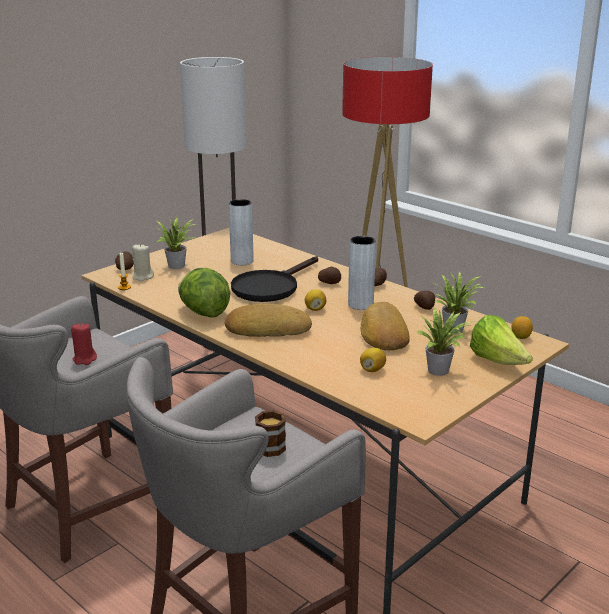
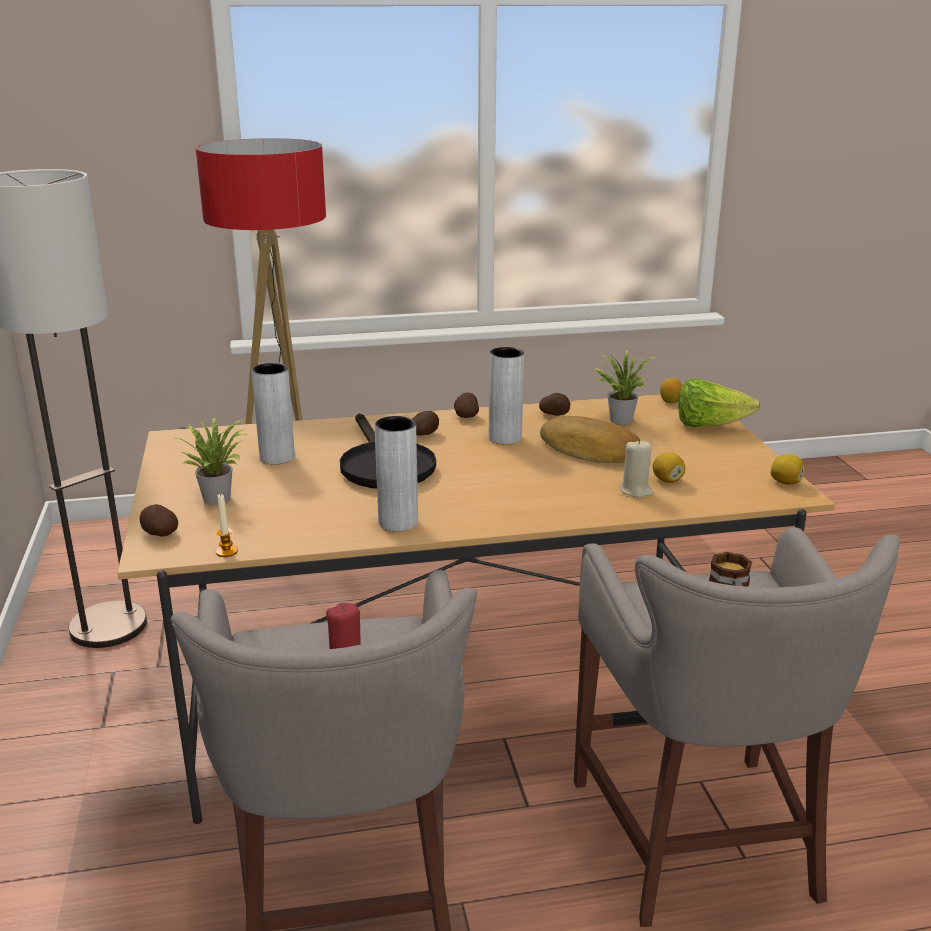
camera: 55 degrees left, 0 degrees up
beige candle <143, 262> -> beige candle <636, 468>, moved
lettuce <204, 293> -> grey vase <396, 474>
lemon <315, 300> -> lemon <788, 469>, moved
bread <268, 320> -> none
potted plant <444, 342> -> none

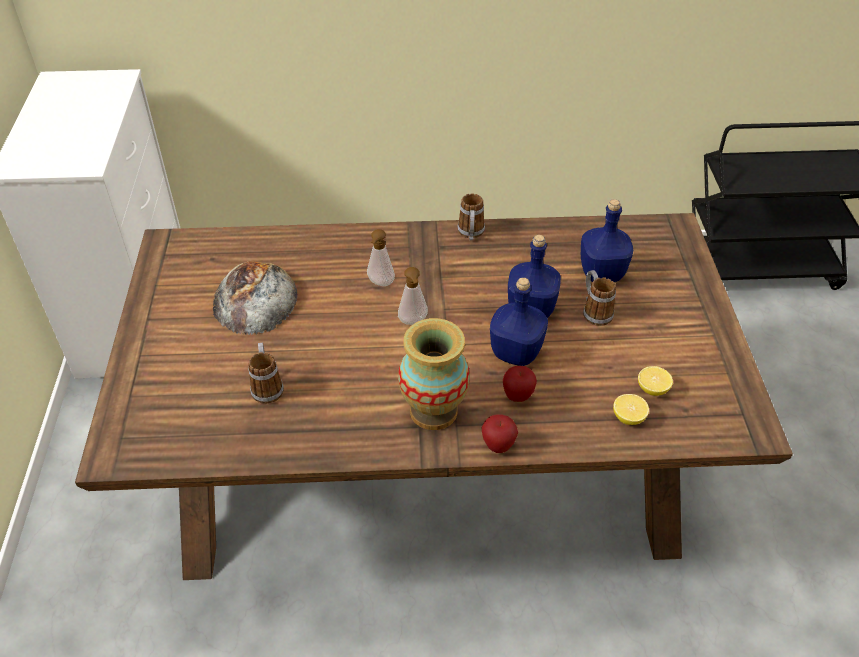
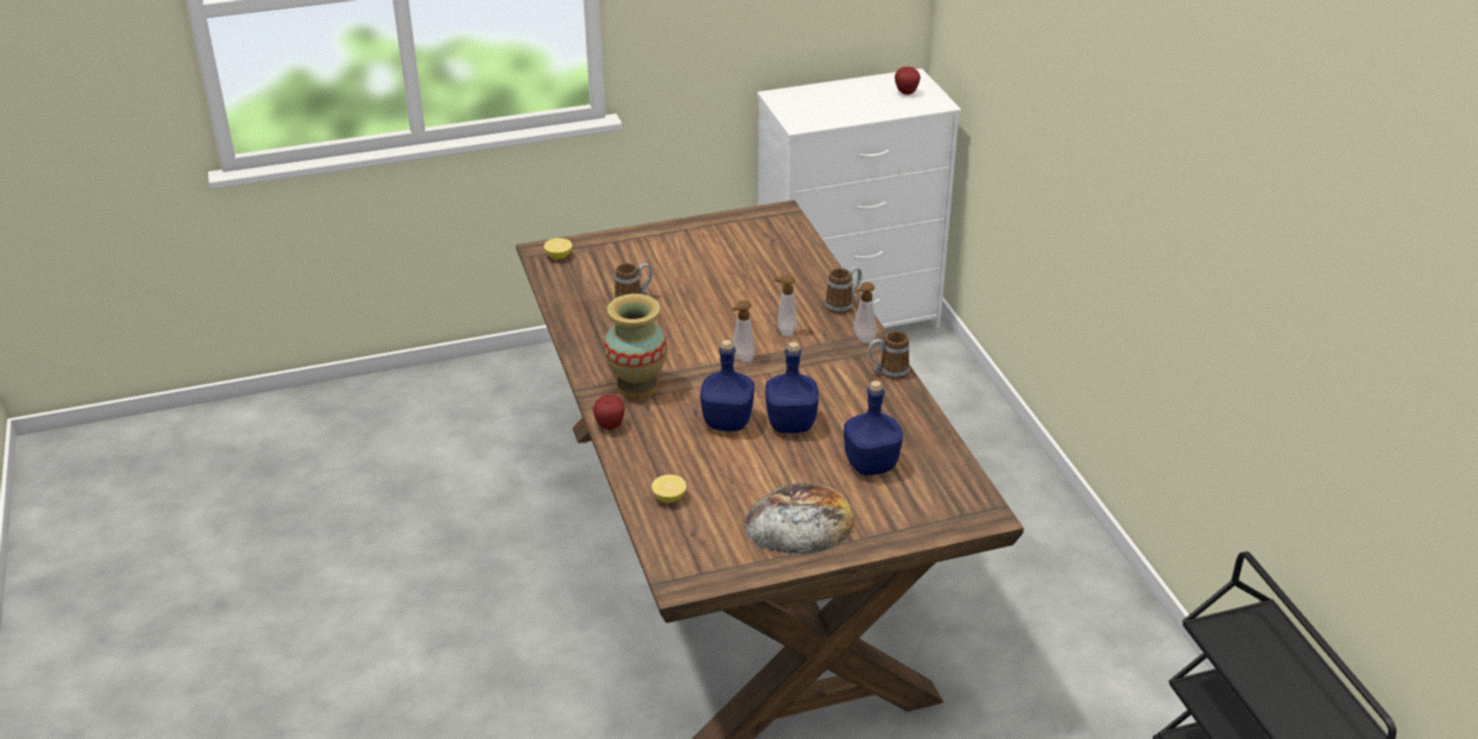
camera: 75 degrees right, 10 degrees down
bread <255, 298> -> bread <799, 518>, moved
mug <599, 298> -> mug <843, 290>, moved
apple <520, 384> -> apple <908, 81>, moved
lemon <655, 381> -> lemon <558, 249>, moved
none -> soap dispenser <865, 312>

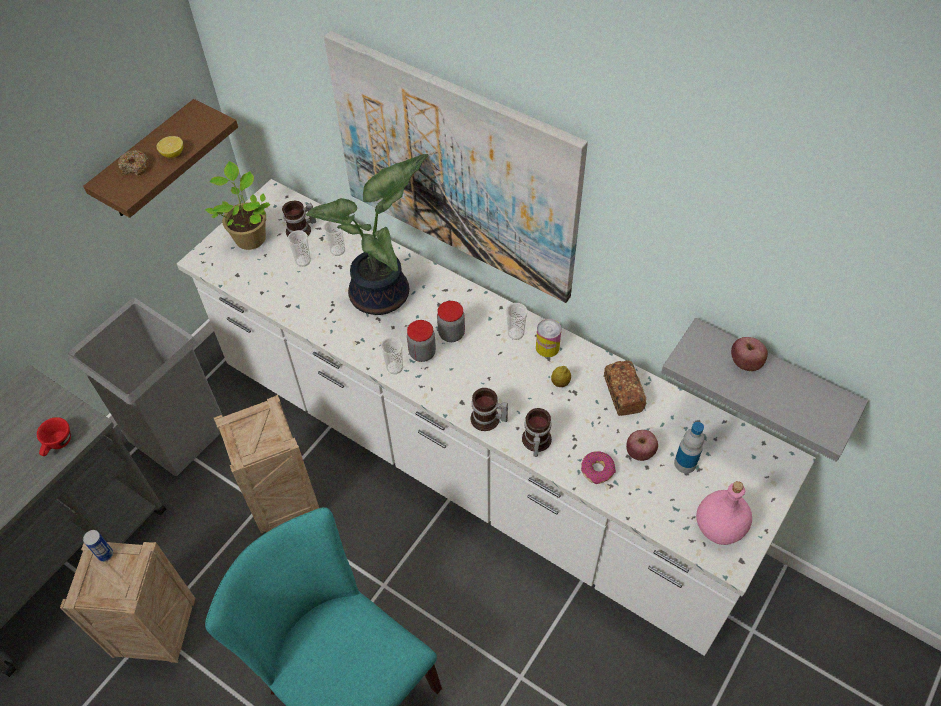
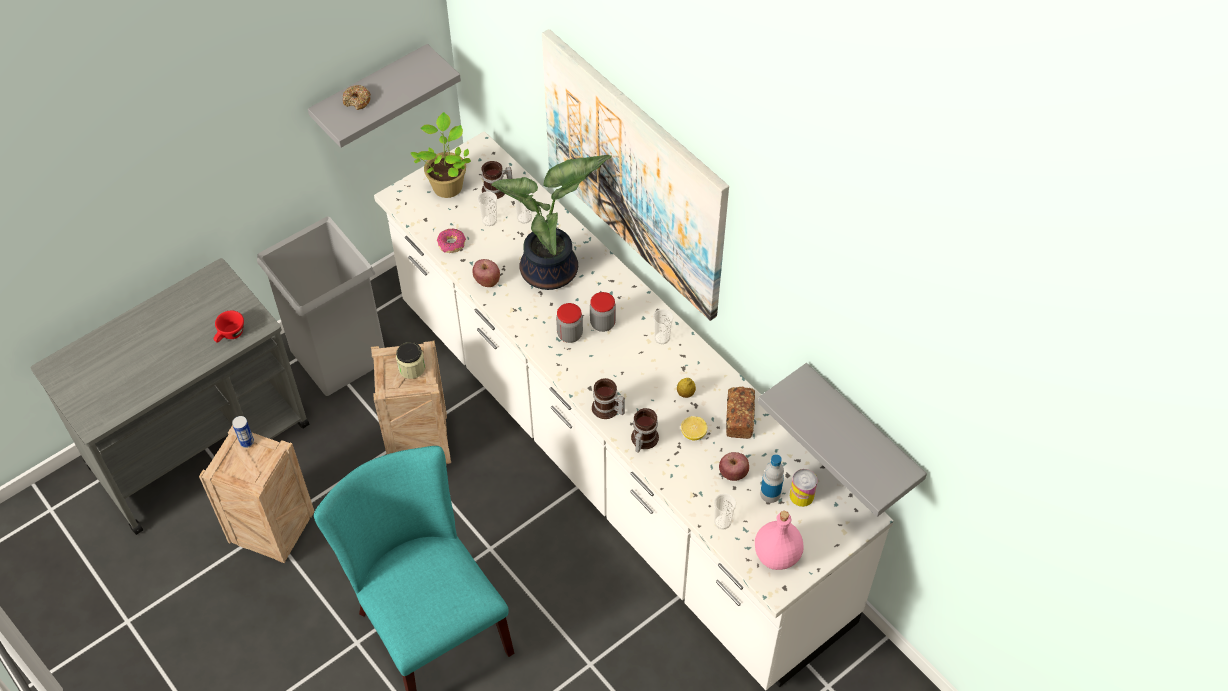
camera: 15 degrees right, 0 degrees up
brown shelf <160, 158> -> grey shelf <384, 96>
lemon <169, 147> -> lemon <694, 428>, moved
can <548, 338> -> can <804, 488>, moved
cup <392, 355> -> cup <725, 512>, moved
apple <749, 354> -> apple <486, 273>, moved
donut <598, 467> -> donut <451, 241>, moved
none -> jar <410, 360>

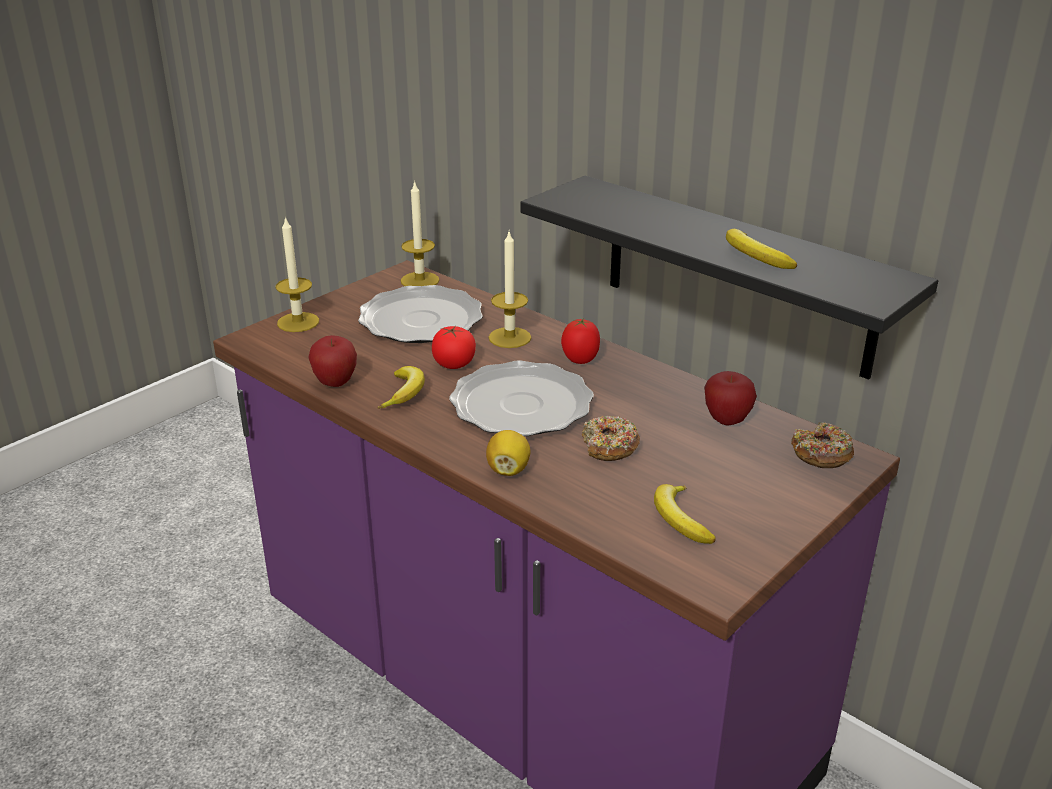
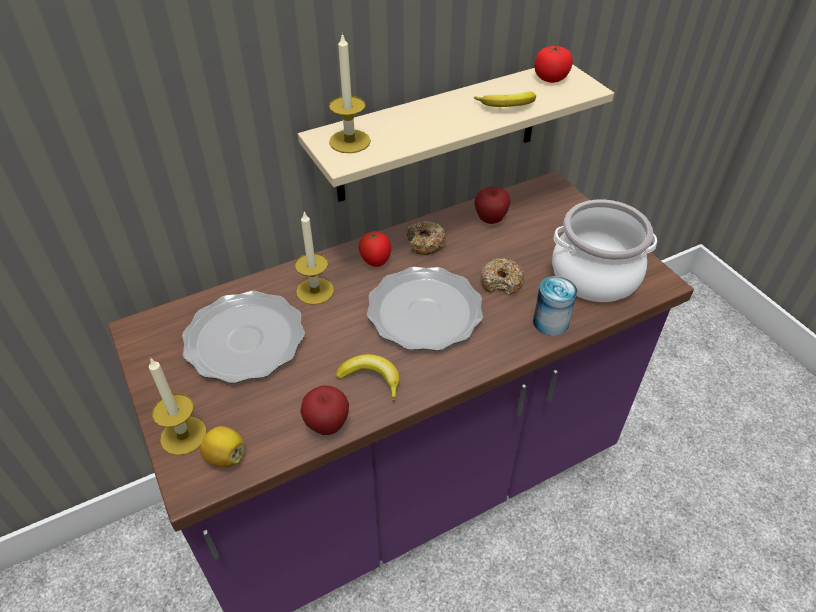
camera: 70 degrees left, 15 degrees up
black shelf <729, 278> -> beige shelf <456, 133>
candle <420, 233> -> candle <350, 92>, moved
tomato <454, 347> -> tomato <553, 64>, moved
donut <822, 445> -> donut <427, 238>, moved
lemon <508, 453> -> lemon <222, 446>, moved
banana <685, 514> -> cooking pot <604, 250>
none -> can <555, 306>

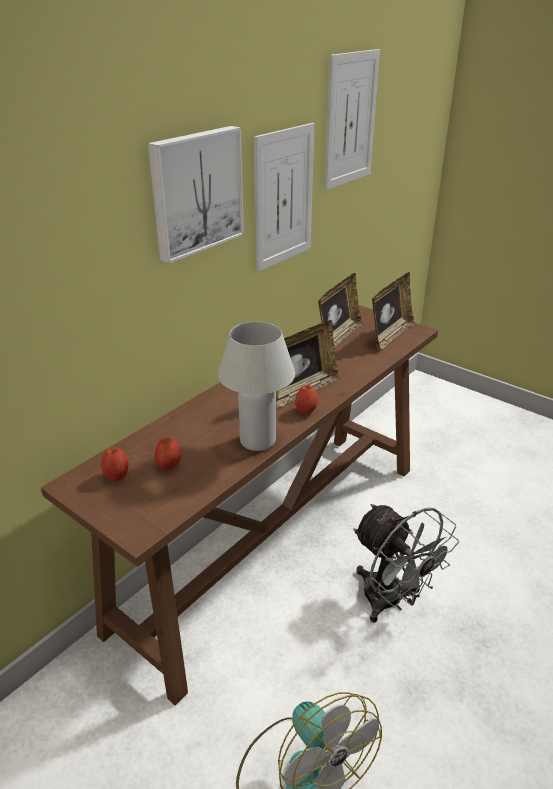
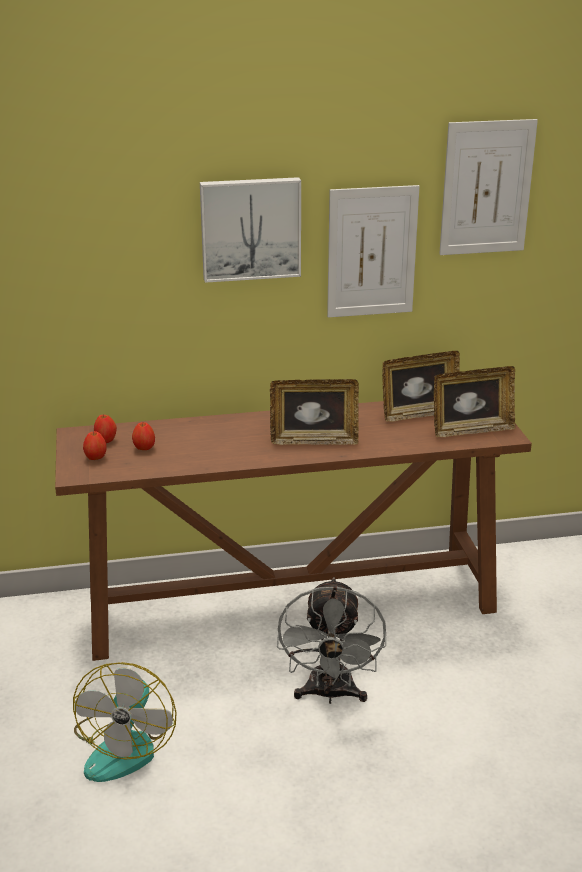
camera: 40 degrees right, 5 degrees down
white table lamp <256, 386> -> none
apple <306, 399> -> apple <95, 445>, moved

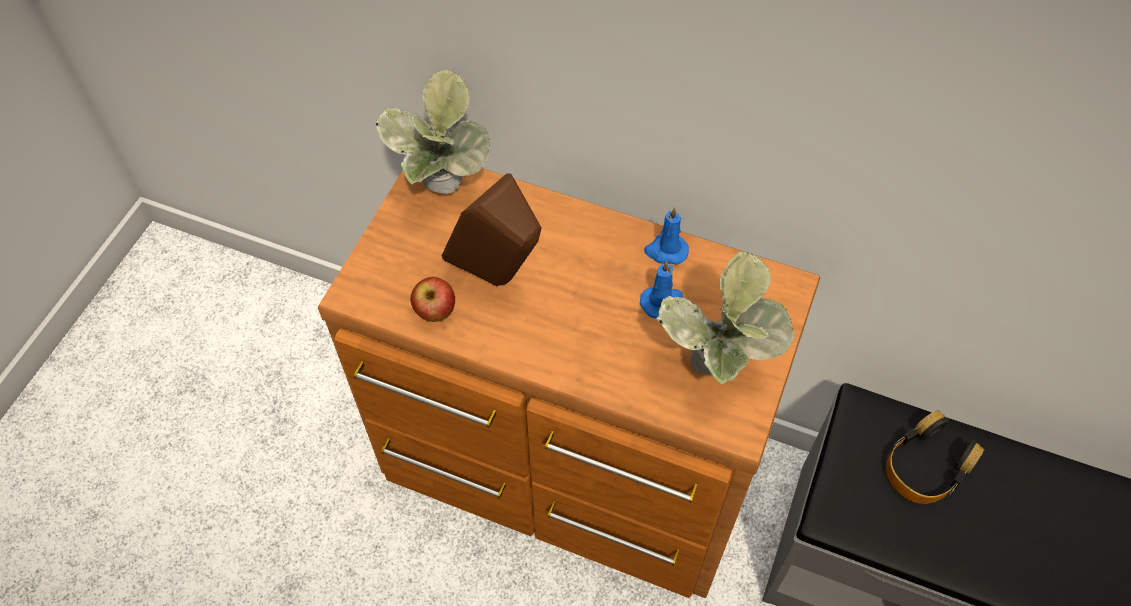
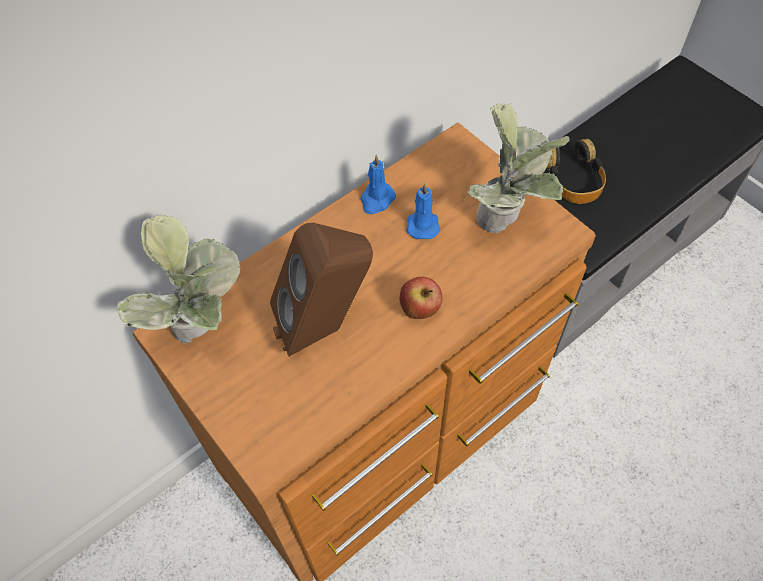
camera: 60 degrees left, 0 degrees up
apple <432, 299> -> apple <421, 298>, moved

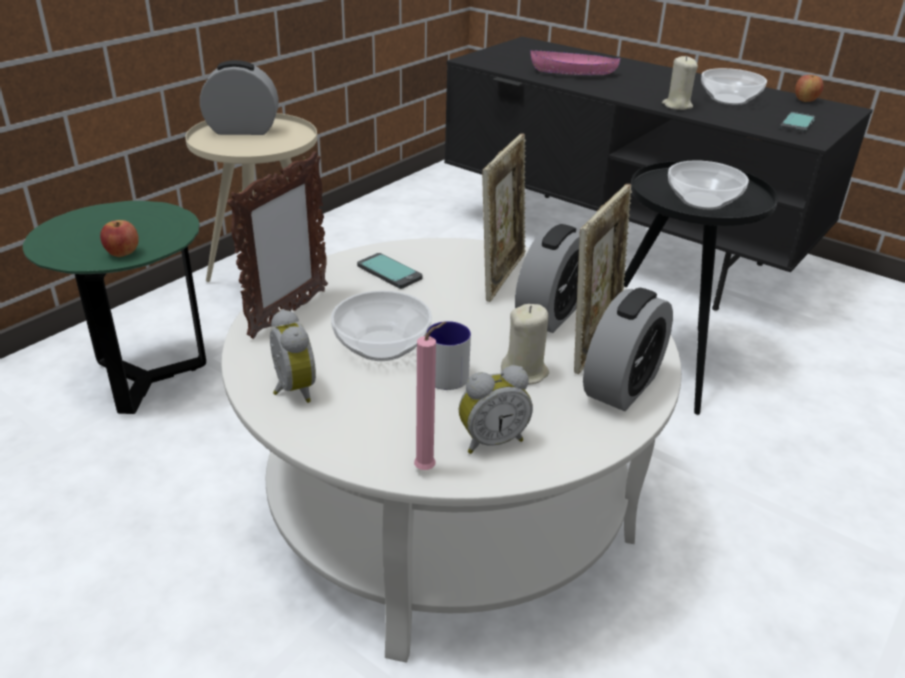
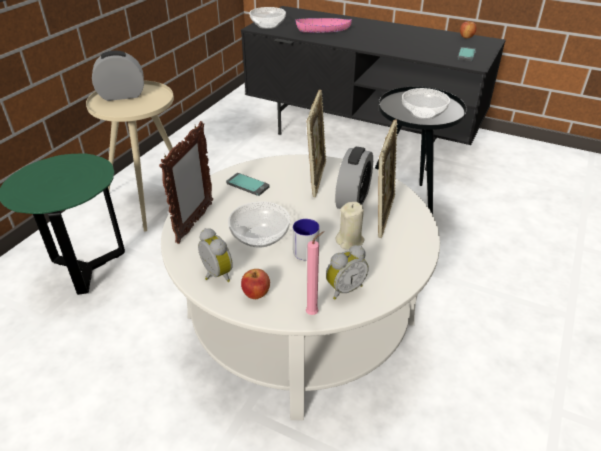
camera: 10 degrees left, 5 degrees up
beige candle <680, 83> -> none
bowl <734, 86> -> bowl <267, 18>, moved
apple <119, 238> -> apple <255, 284>, moved
alarm clock <628, 349> -> none

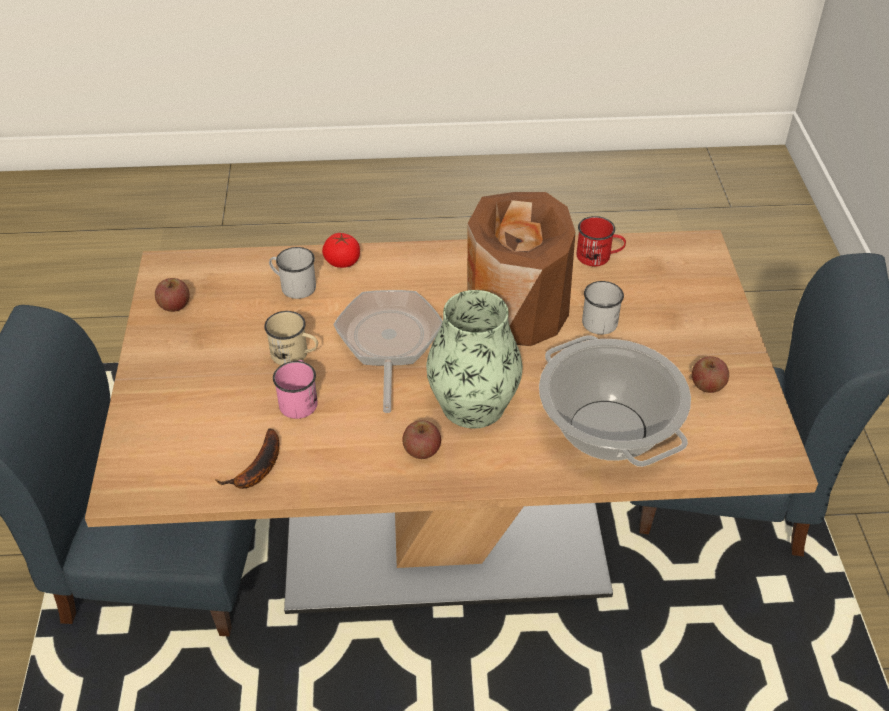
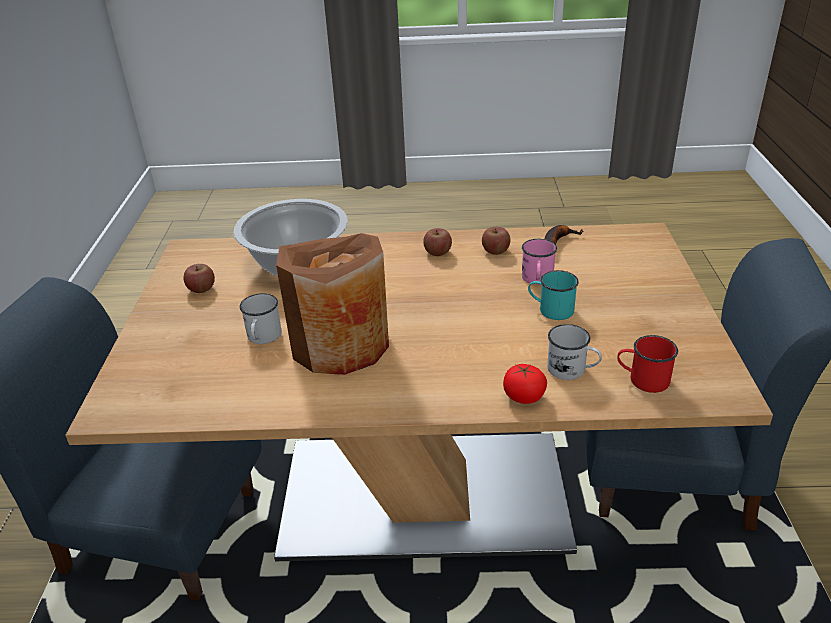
camera: 175 degrees left, 10 degrees down
red mug <601, 241> -> red mug <647, 364>, moved
apple <172, 295> -> apple <496, 241>, moved
frying pan <388, 351> -> none
vase <474, 359> -> none
beige mug <291, 338> -> turquoise mug <553, 295>

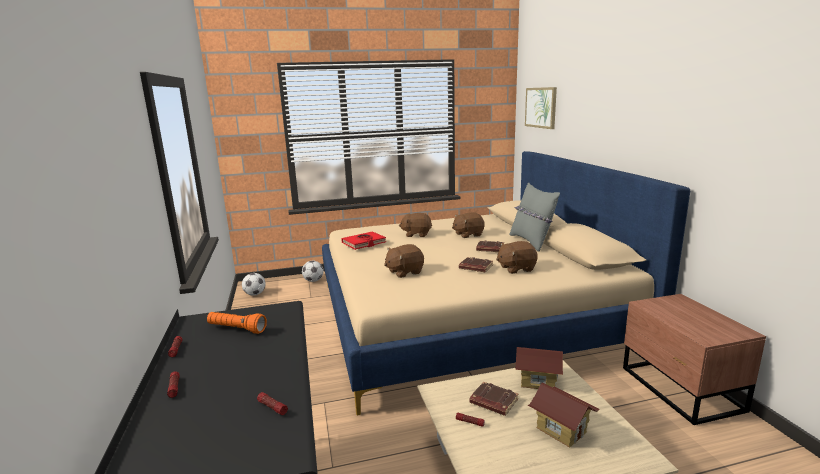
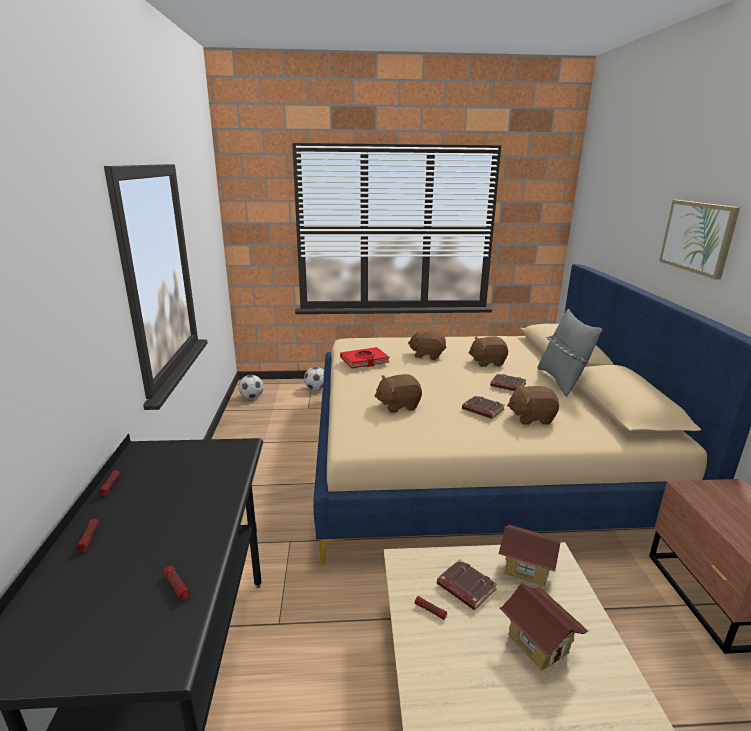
camera: 10 degrees right, 5 degrees up
picture <541, 108> -> picture <699, 240>, moved
orange flashlight <237, 323> -> none

